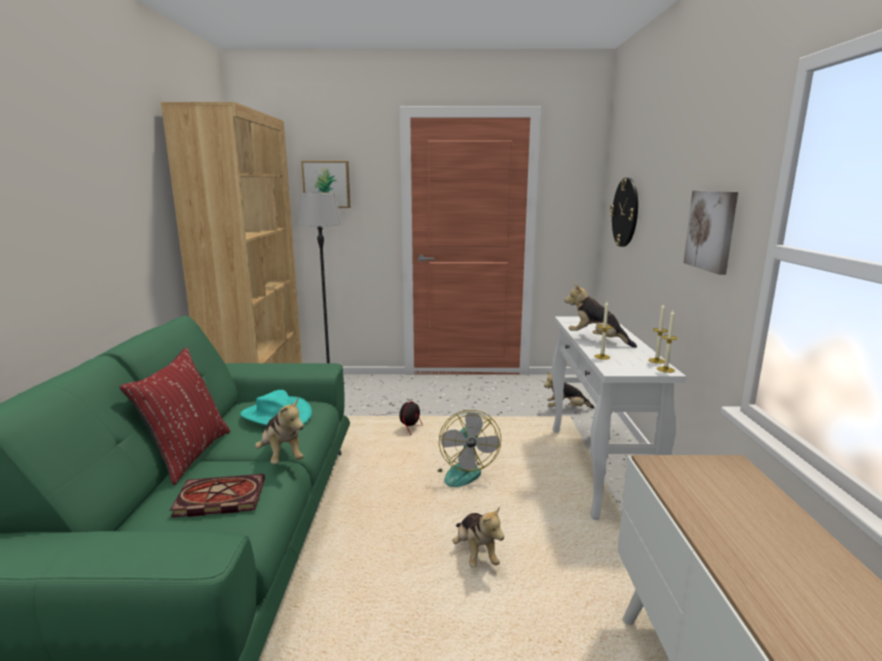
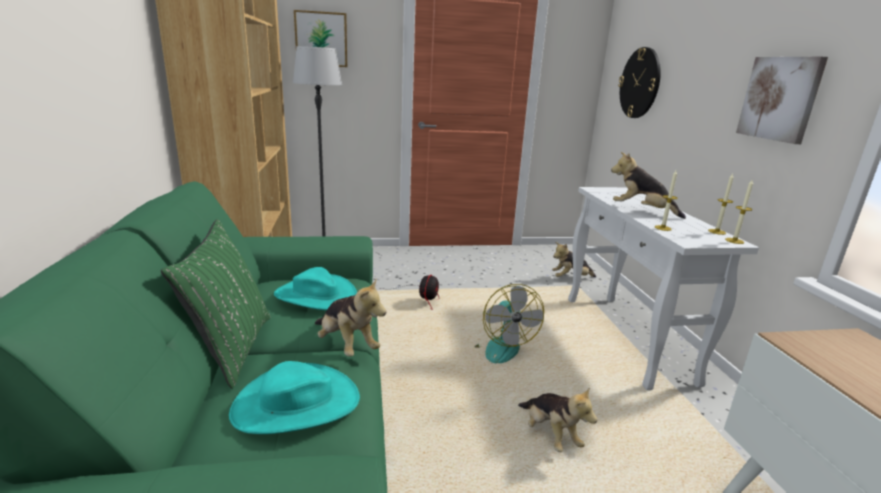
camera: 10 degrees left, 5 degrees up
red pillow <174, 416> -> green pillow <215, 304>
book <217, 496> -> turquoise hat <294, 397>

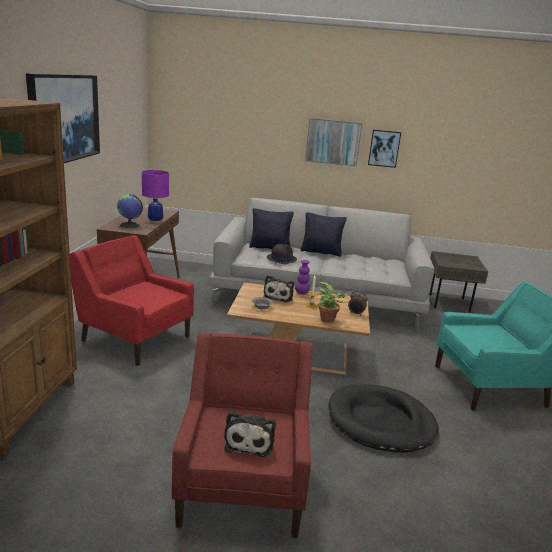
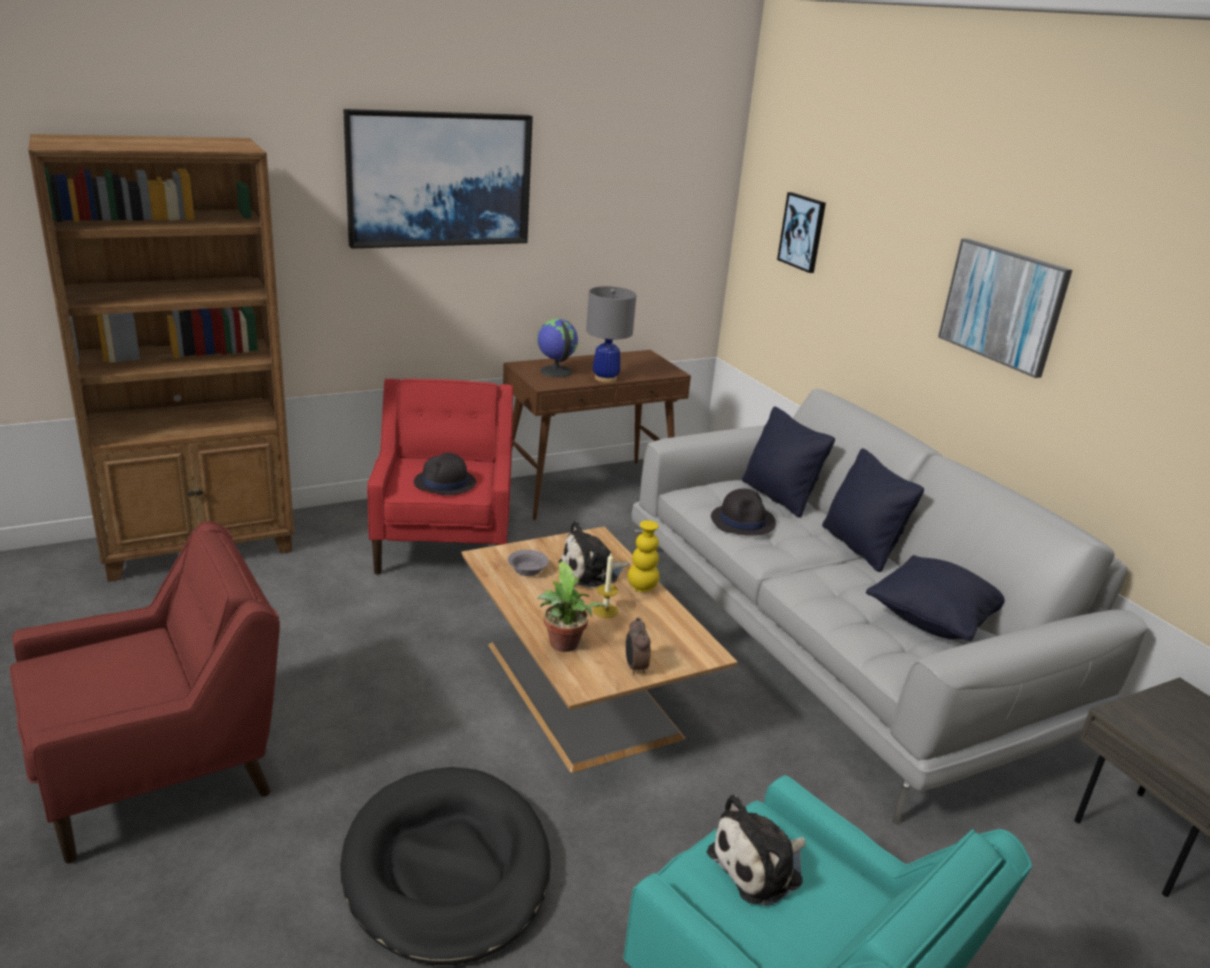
camera: 55 degrees right, 5 degrees up
picture <384, 149> -> picture <801, 232>, moved
purple table lamp <155, 196> -> grey table lamp <611, 334>
purple vase <302, 277> -> yellow vase <644, 556>
plush toy <250, 434> -> plush toy <756, 850>, moved
none -> black hat <445, 473>
none -> black pillow <935, 598>

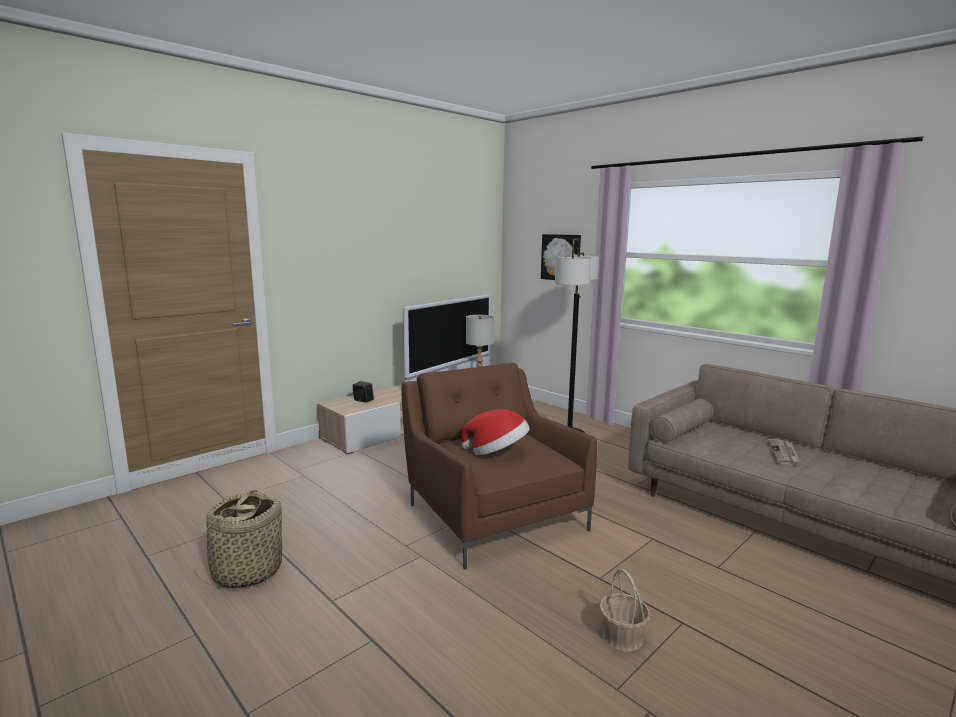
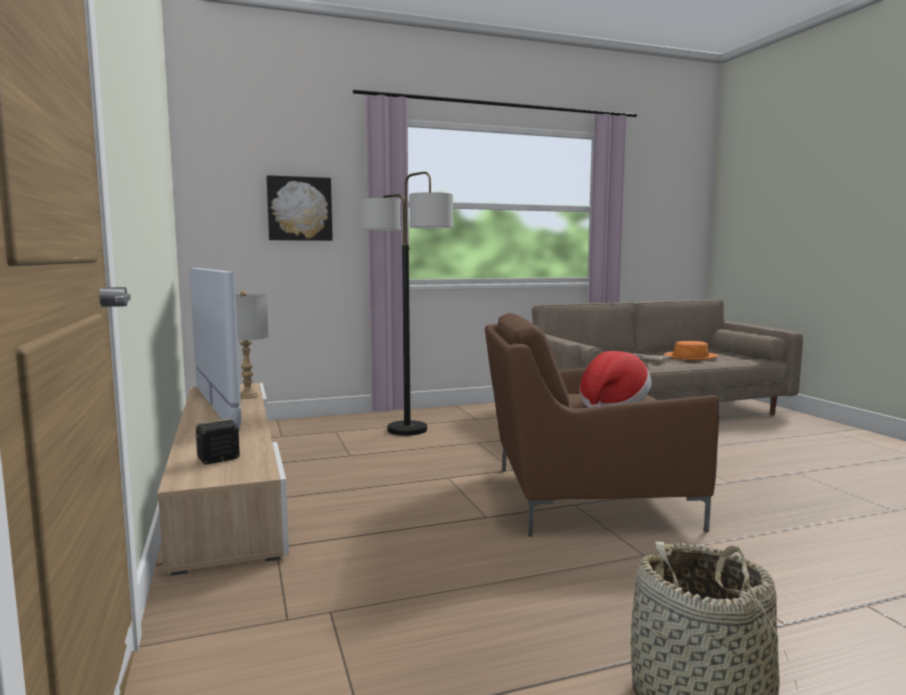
camera: 65 degrees left, 5 degrees down
basket <624, 610> -> none
none -> orange hat <691, 350>

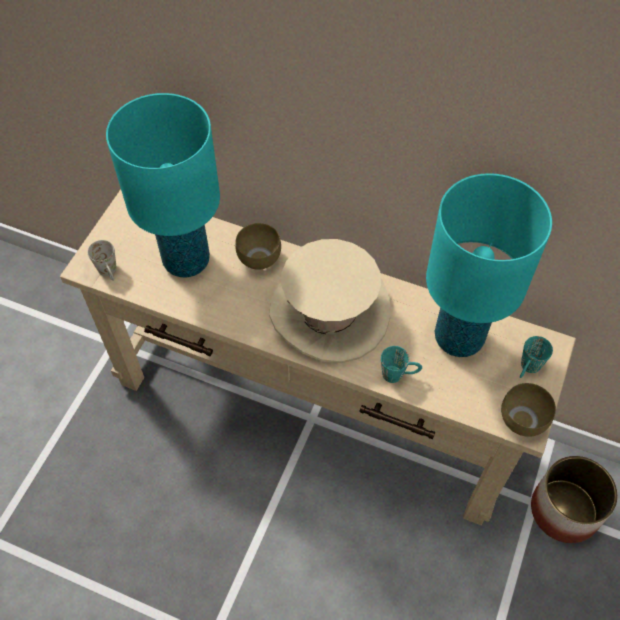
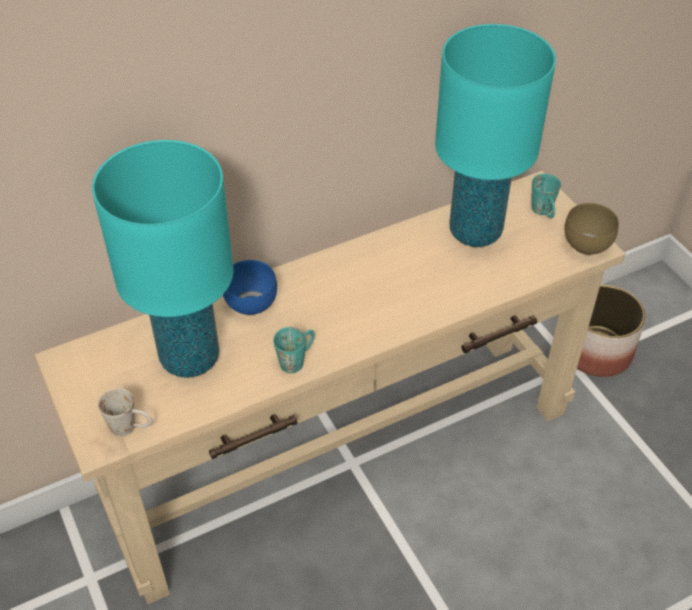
camera: 50 degrees left, 10 degrees down
brown bowl <258, 246> -> blue bowl <250, 287>
beige hat <330, 301> -> none
turquoise mug <401, 364> -> turquoise mug <294, 350>, moved

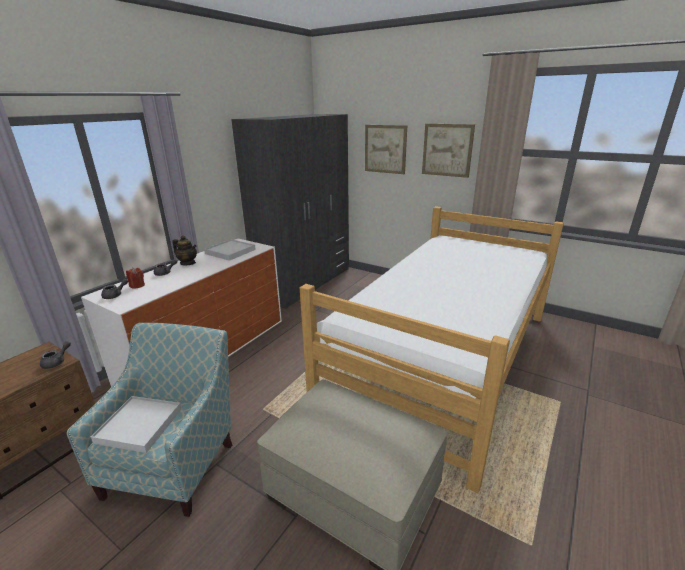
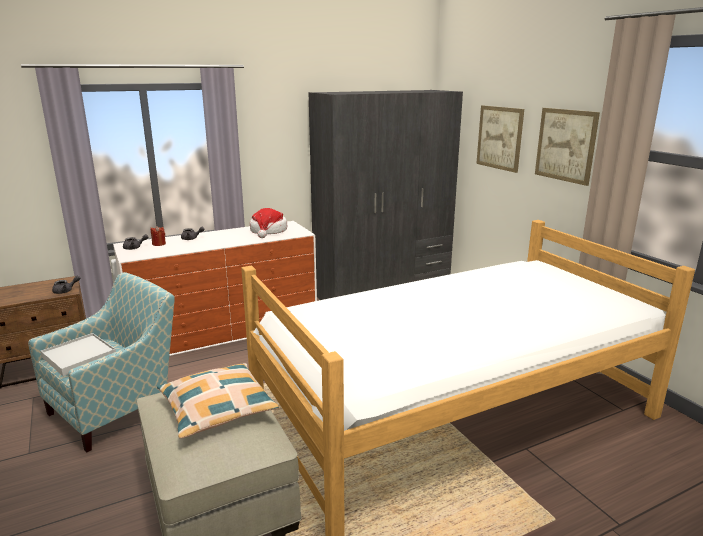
camera: 30 degrees right, 5 degrees down
teapot <184, 250> -> none
white tray <230, 250> -> hat <269, 223>
none -> pillow <218, 400>

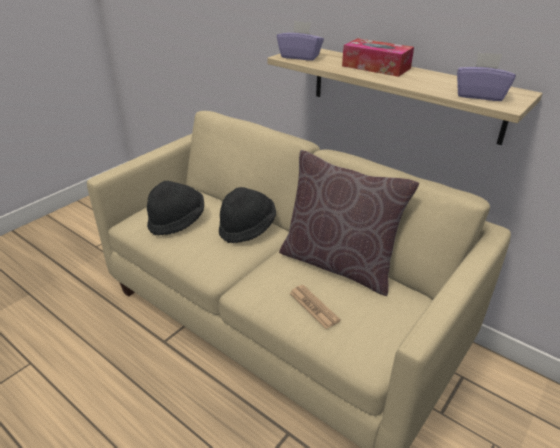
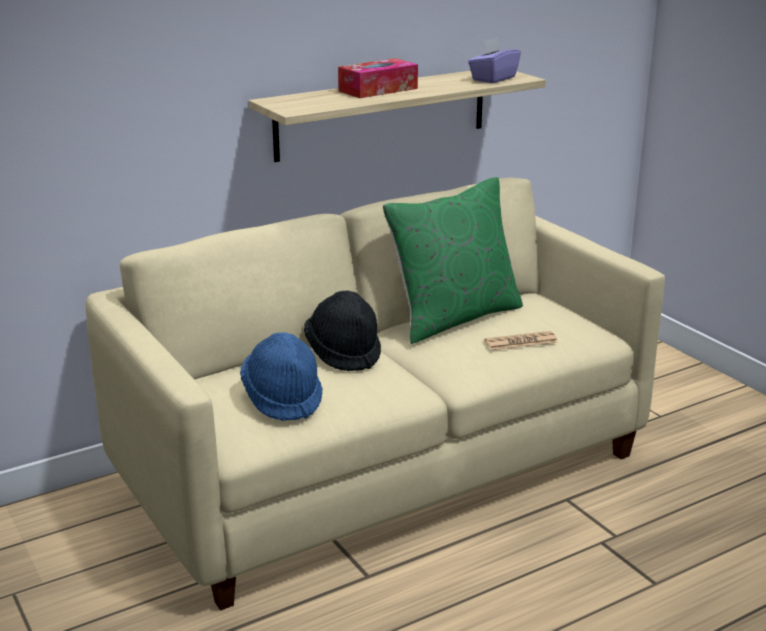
camera: 70 degrees left, 10 degrees down
purple tissue box <300, 41> -> none
brown pillow <349, 223> -> green pillow <453, 260>
black hat <175, 207> -> blue hat <281, 376>

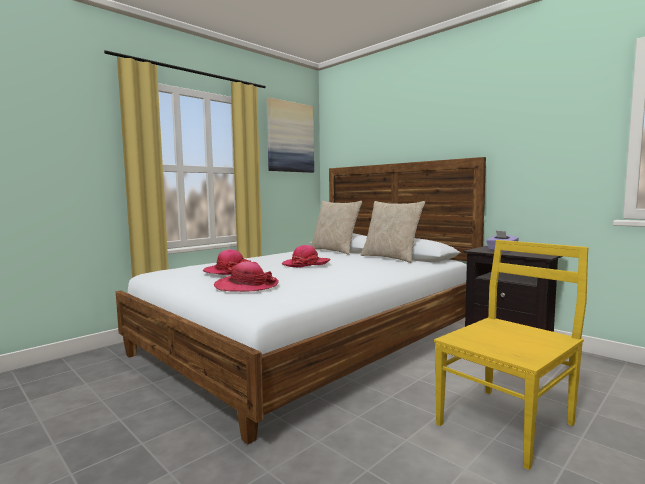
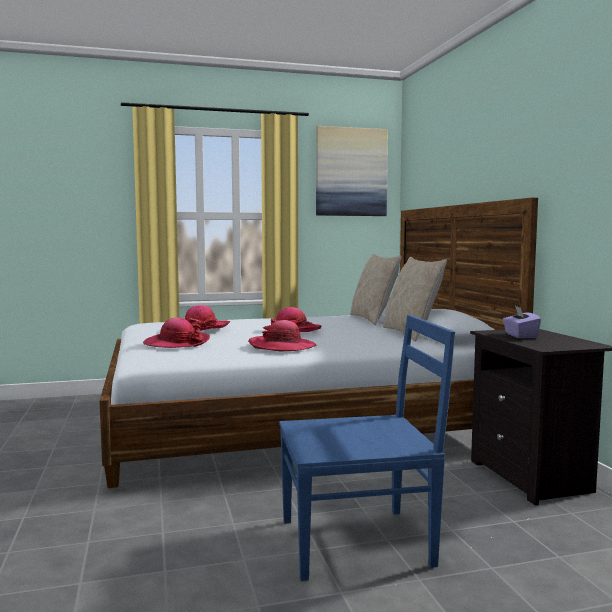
camera: 30 degrees right, 0 degrees up
yellow chair <511, 355> -> blue chair <367, 448>
none -> hat <282, 336>

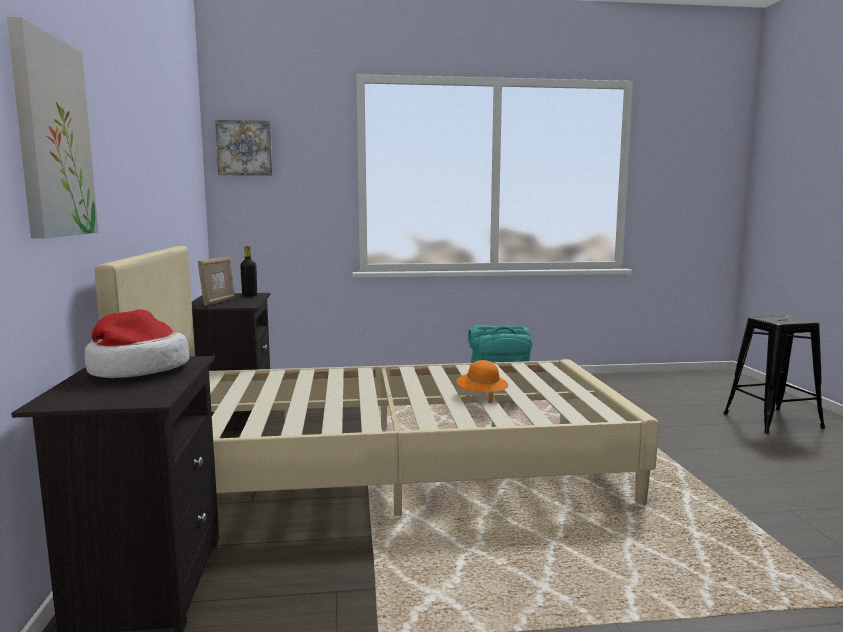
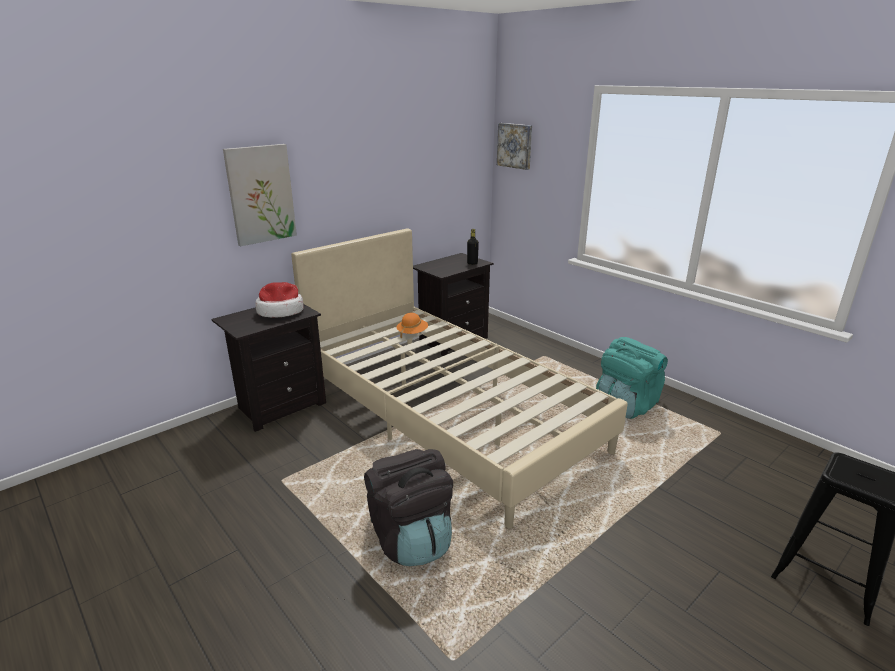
camera: 55 degrees right, 15 degrees up
picture frame <216, 281> -> none
orange hat <482, 381> -> orange hat <412, 326>, moved
none -> black backpack <408, 507>

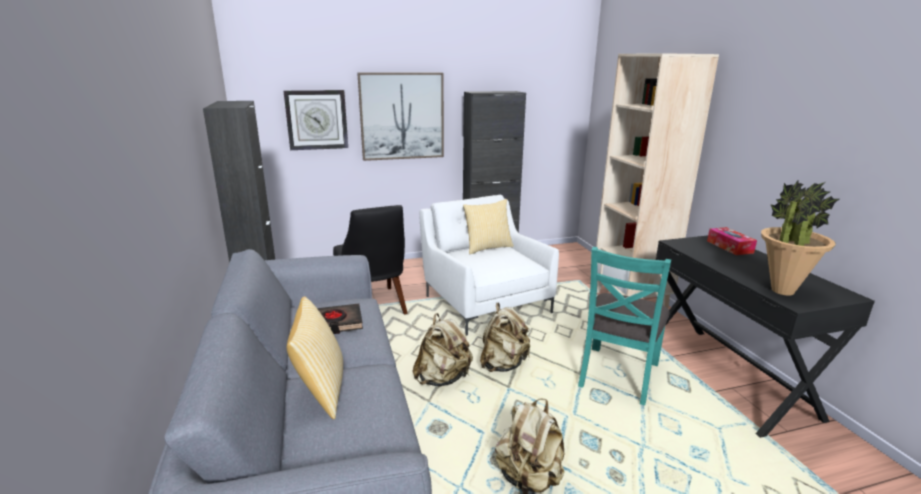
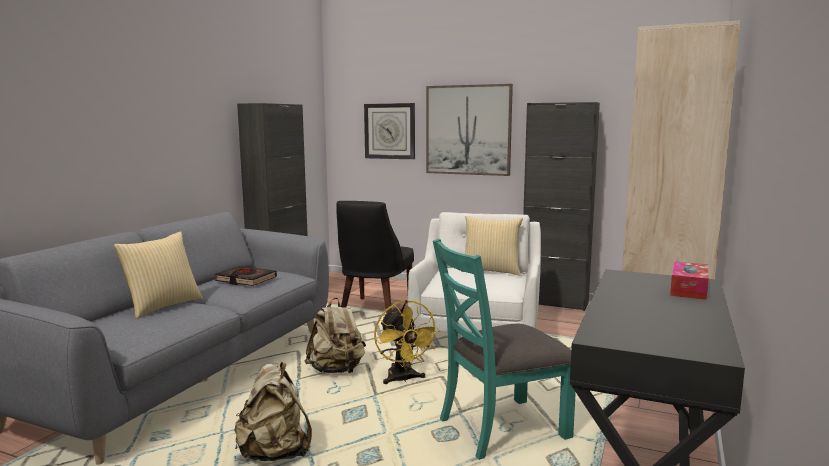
camera: 40 degrees right, 10 degrees down
potted plant <800, 238> -> none
beige backpack <505, 337> -> yellow fan <407, 342>

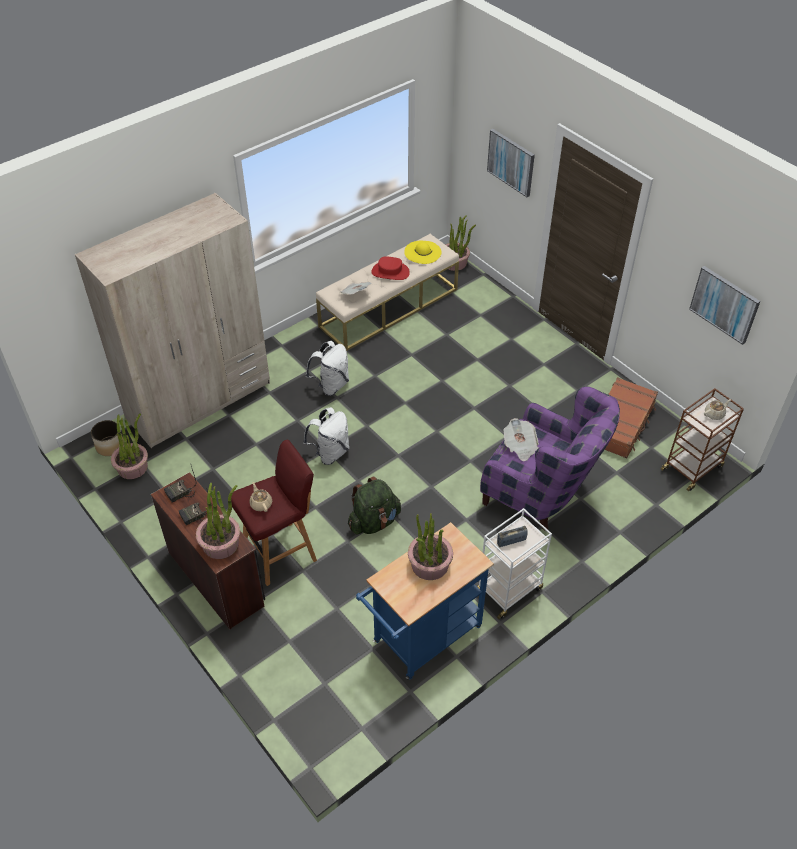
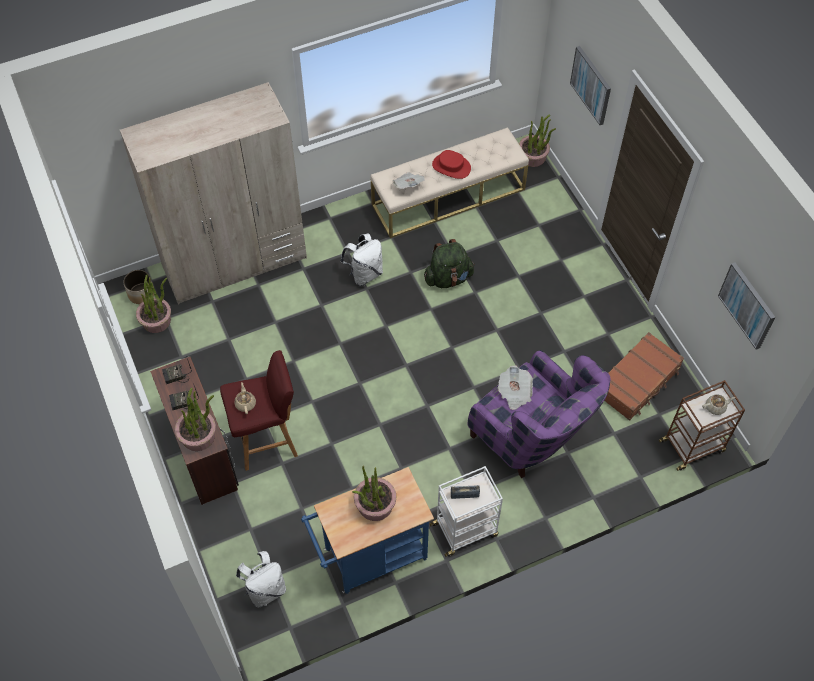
camera: 15 degrees right, 10 degrees up
yellow hat <423, 252> -> none
white backpack <326, 436> -> white backpack <261, 579>, moved
green backpack <374, 505> -> green backpack <449, 263>, moved

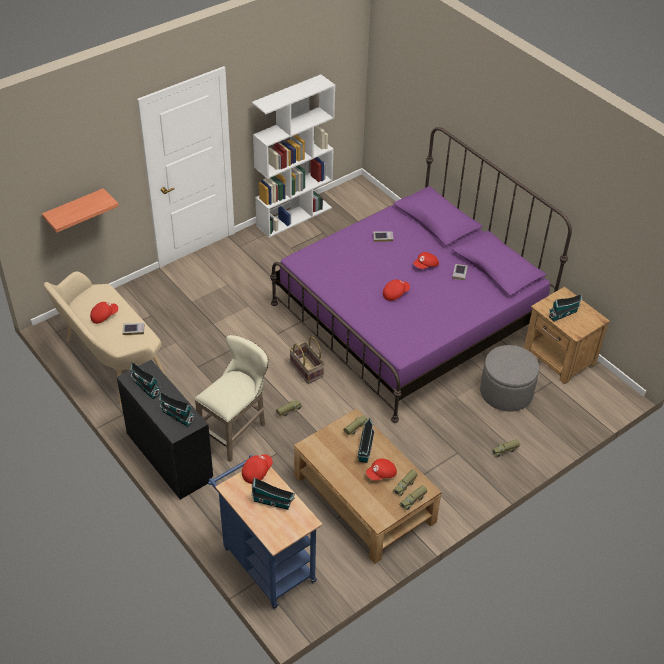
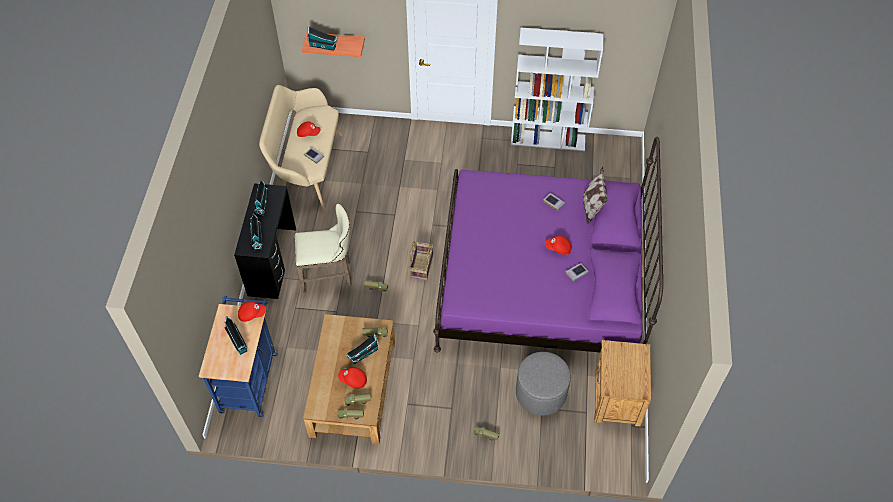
camera: 45 degrees right, 10 degrees up
red cap <396, 290> -> none
toy house <565, 308> -> toy house <322, 38>, moved
none -> pillow <595, 195>

